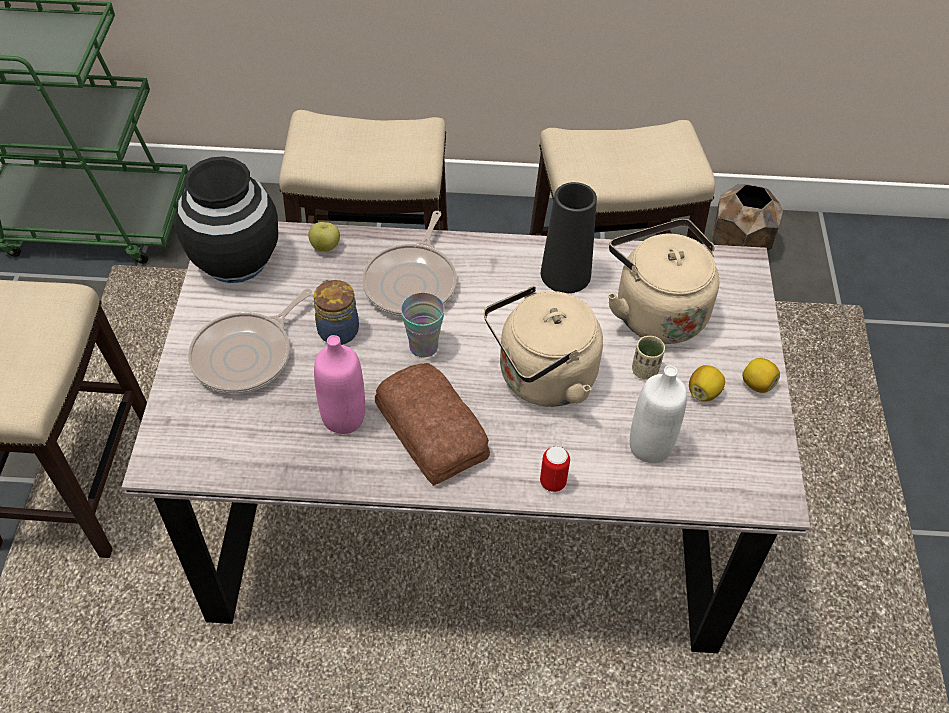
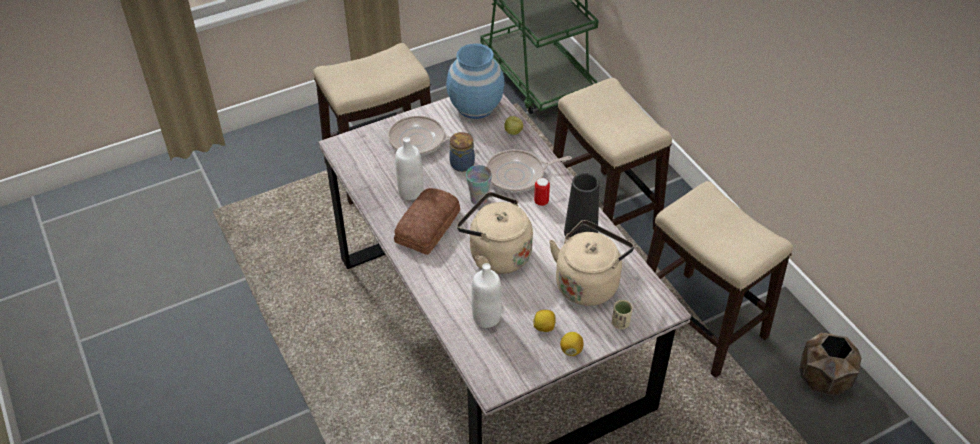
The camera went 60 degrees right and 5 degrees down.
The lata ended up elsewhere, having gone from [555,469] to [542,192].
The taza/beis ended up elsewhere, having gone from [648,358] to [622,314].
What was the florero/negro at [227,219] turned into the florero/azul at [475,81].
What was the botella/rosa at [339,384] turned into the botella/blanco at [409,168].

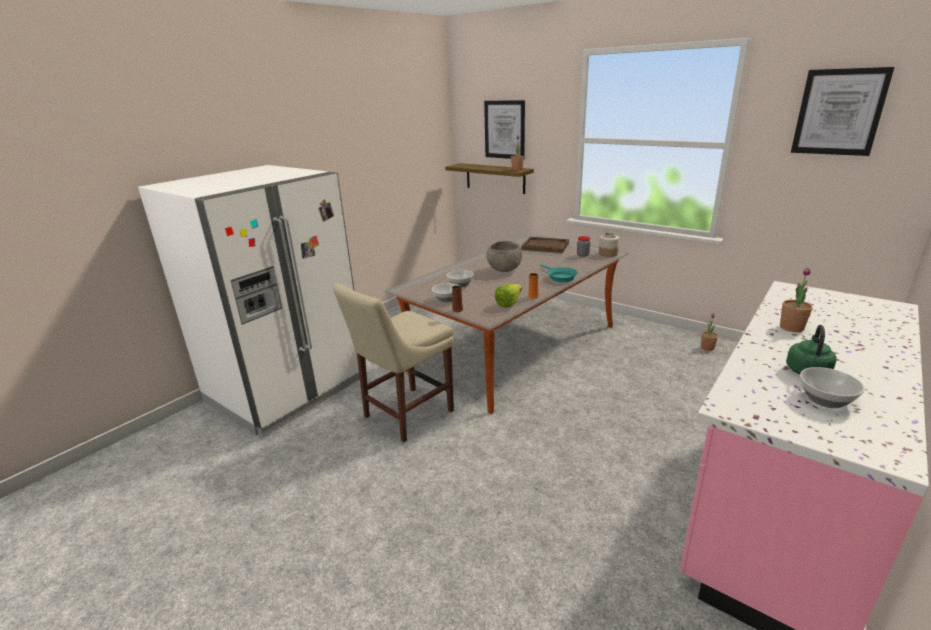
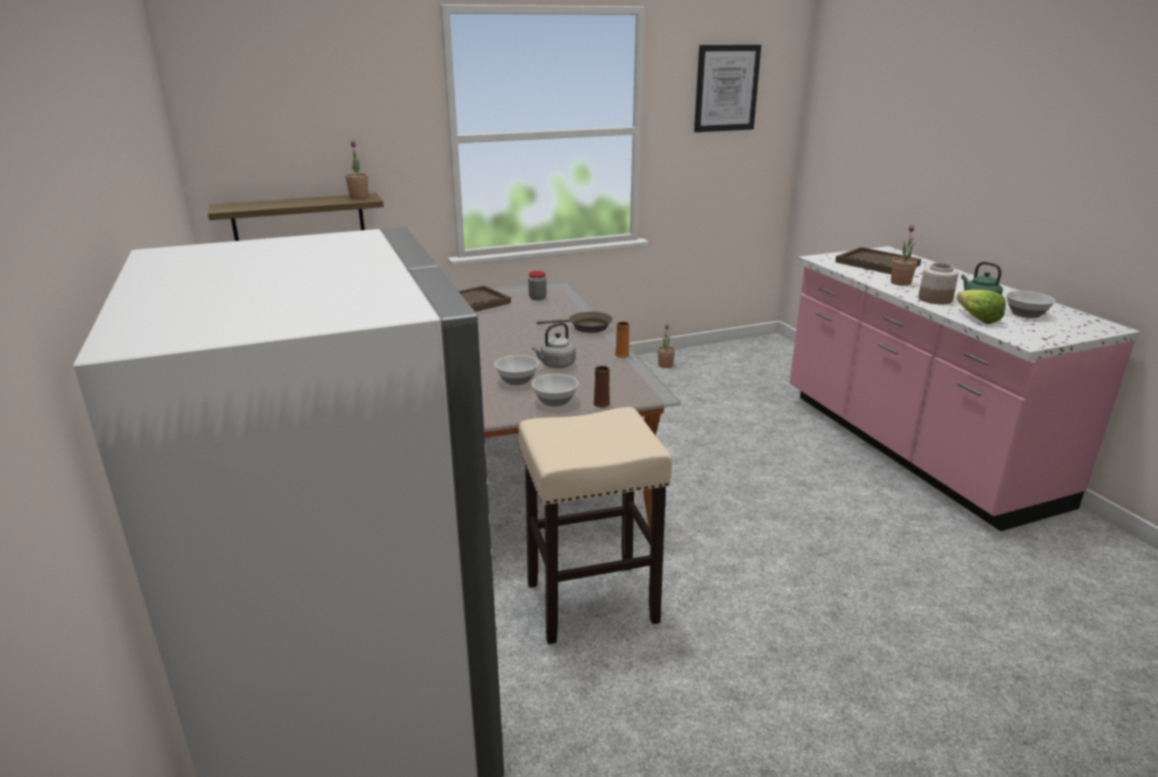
The camera went 60 degrees left and 0 degrees up.
The second view lost the cuadro at [504,129].
The second view lost the cuenco/gris at [504,256].
The second view gained the hervidor/gris at [554,345].
The second view gained the bandeja/marrón at [878,260].
The lechuga ended up elsewhere, having gone from [508,295] to [981,306].
The tarro ended up elsewhere, having gone from [609,245] to [938,283].
Where the silla/beis stood at [393,362], the taburete/beis came to stand at [595,525].
What was the sartén/turquesa at [559,273] turned into the sartén/marrón at [574,322].

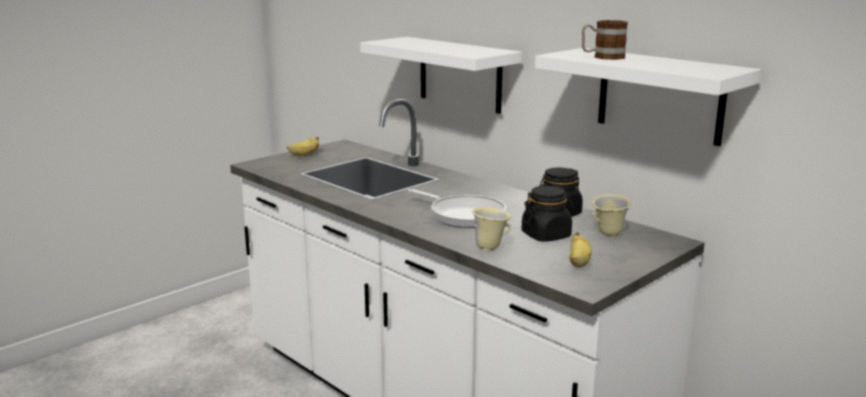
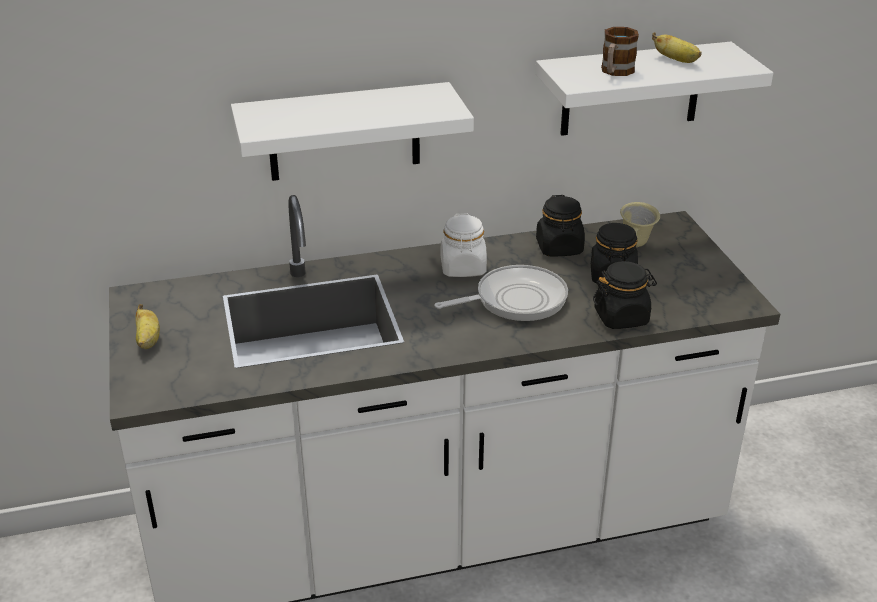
The camera went 60 degrees left and 15 degrees up.
The second view gained the tarro/blanco at [464,245].
The plátano ended up elsewhere, having gone from [580,250] to [677,47].
Where the taza grande/beis stood at [491,229], the tarro/negro came to stand at [625,295].

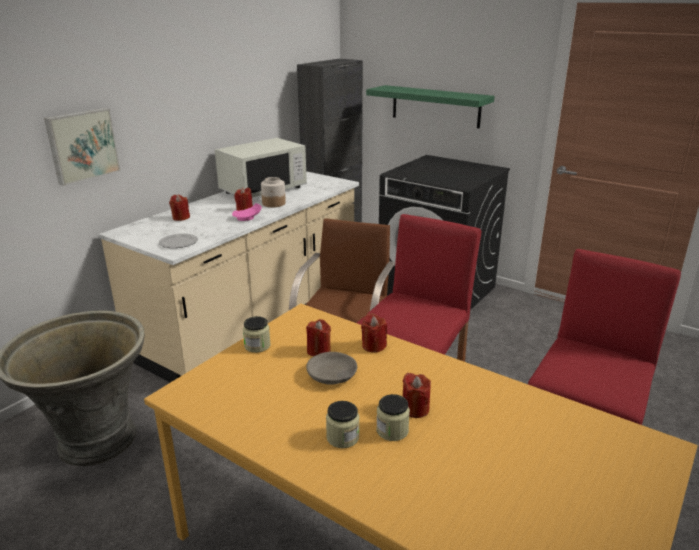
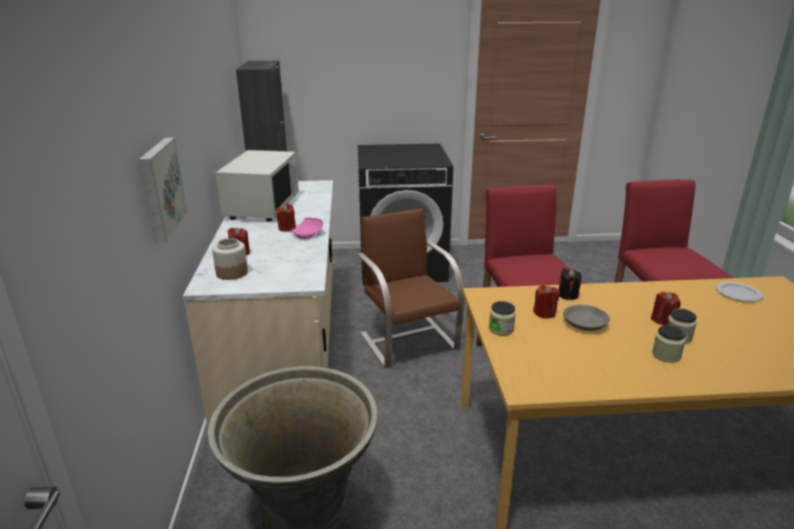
The camera went 40 degrees left and 0 degrees up.
The second view lost the estante/verde at [430,106].
The plato ended up elsewhere, having gone from [178,240] to [739,292].
The tarro ended up elsewhere, having gone from [273,192] to [230,259].
What was the vela/rojo at [374,333] turned into the vela/negro at [570,284].

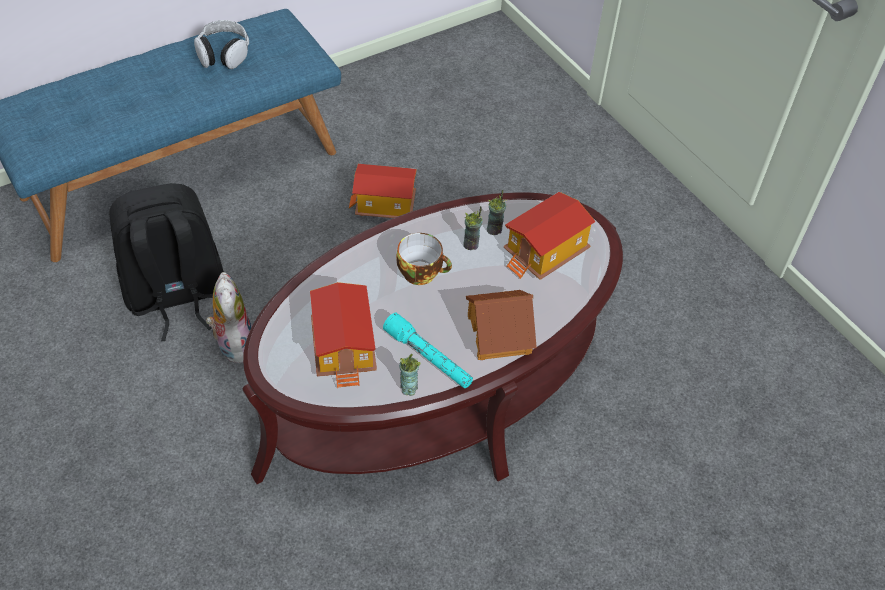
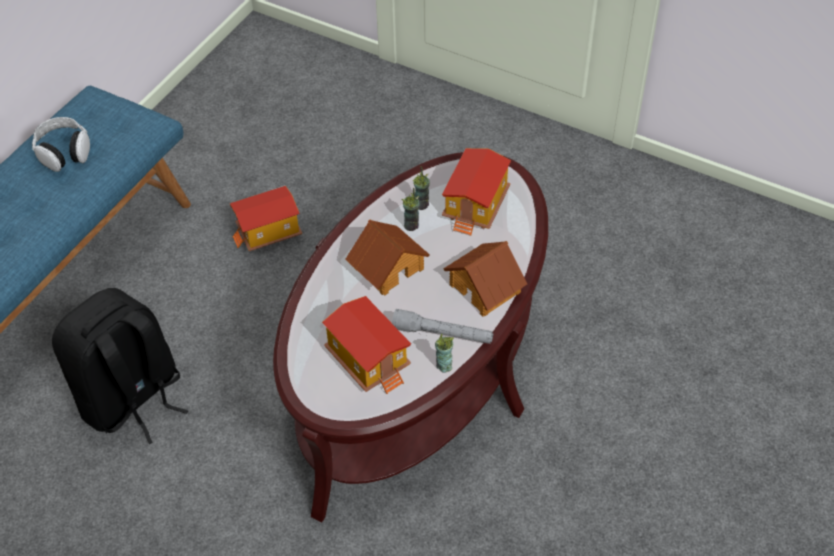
The camera went 25 degrees left and 0 degrees up.
The second view lost the peluche at [229,317].
Where the taza stood at [424,259], the casita came to stand at [387,257].
What was the linterna/turquesa at [428,350] turned into the linterna/gris at [442,326].

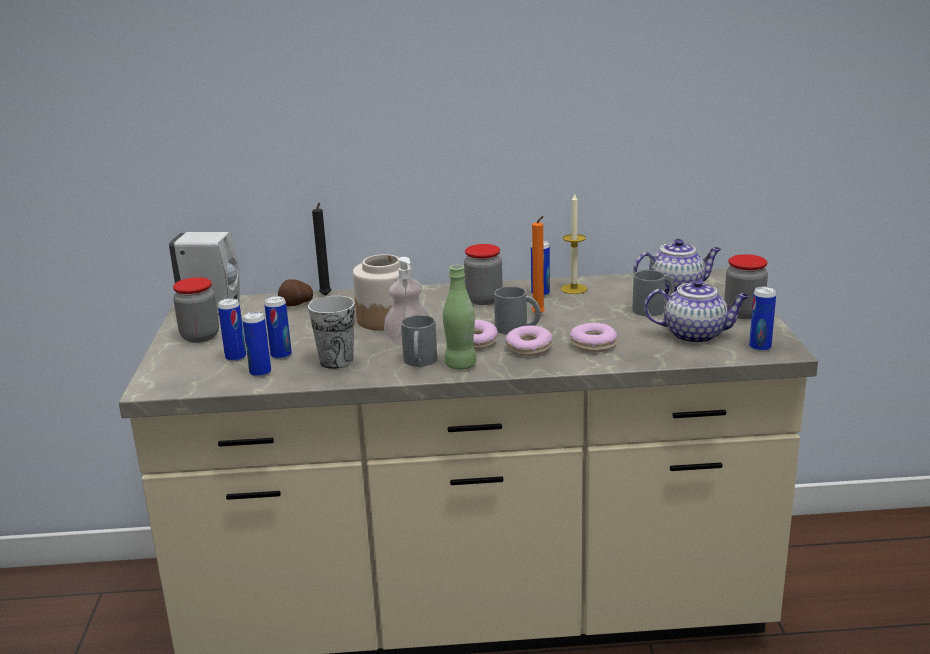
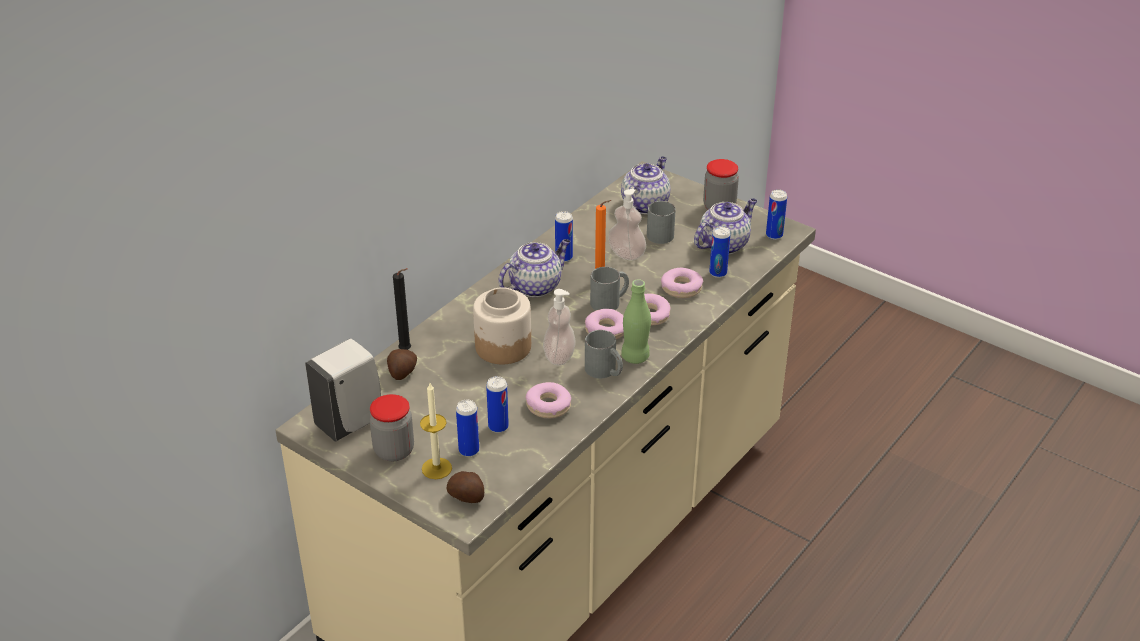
The camera went 50 degrees left and 15 degrees up.
The second view gained the patata at [465,487].
The second view gained the dispensador de jabón at [627,224].
The lata ended up elsewhere, having gone from [256,344] to [719,252].
The vela ended up elsewhere, having gone from [574,244] to [436,431].
Where the taza stood at [331,332], the rosquilla came to stand at [548,400].
Where the tarro stood at [483,274], the tetera came to stand at [534,268].

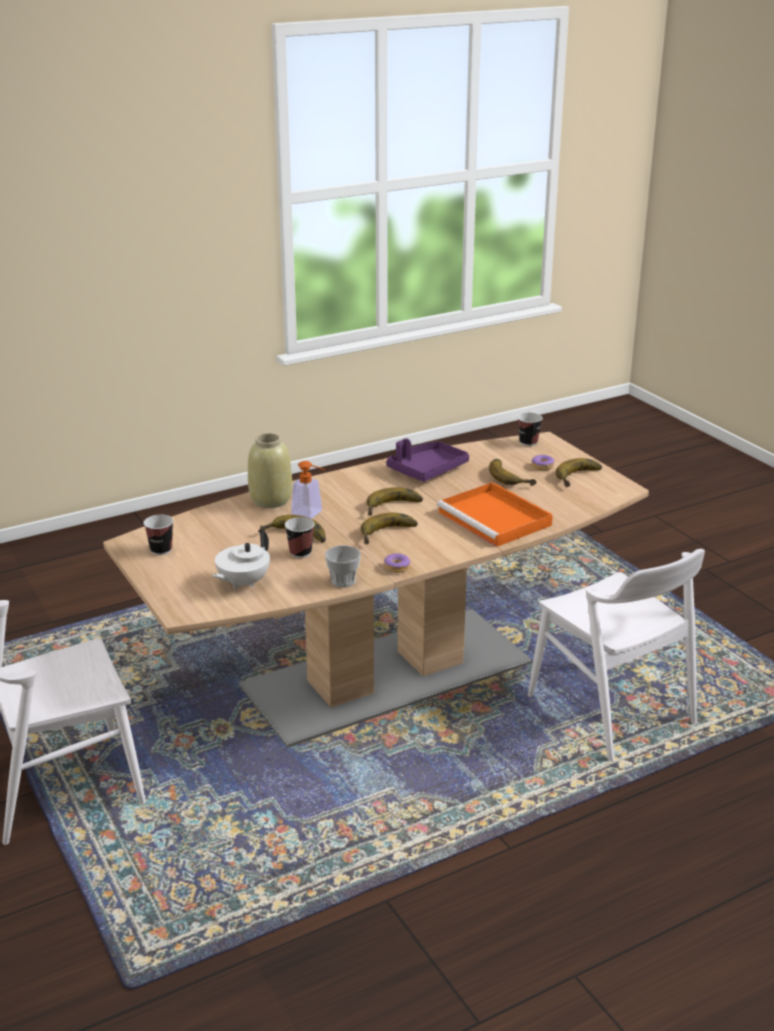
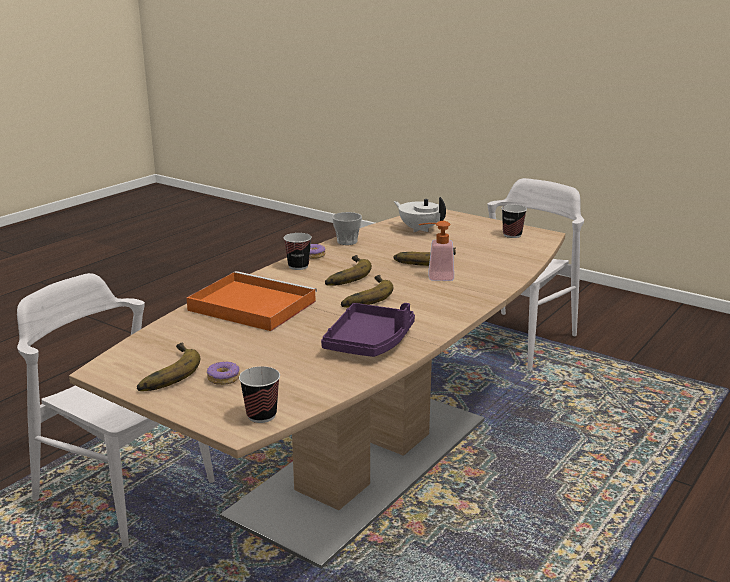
The camera went 155 degrees right and 5 degrees down.
The second view lost the florero/beis at [270,470].
The second view lost the plátano at [513,472].
The taza ended up elsewhere, having gone from [300,537] to [298,251].
The tetera/blanco at [241,559] ended up facing another way, 60 degrees counterclockwise from before.

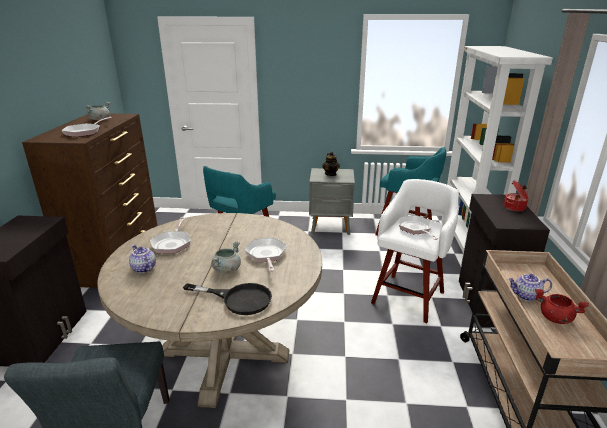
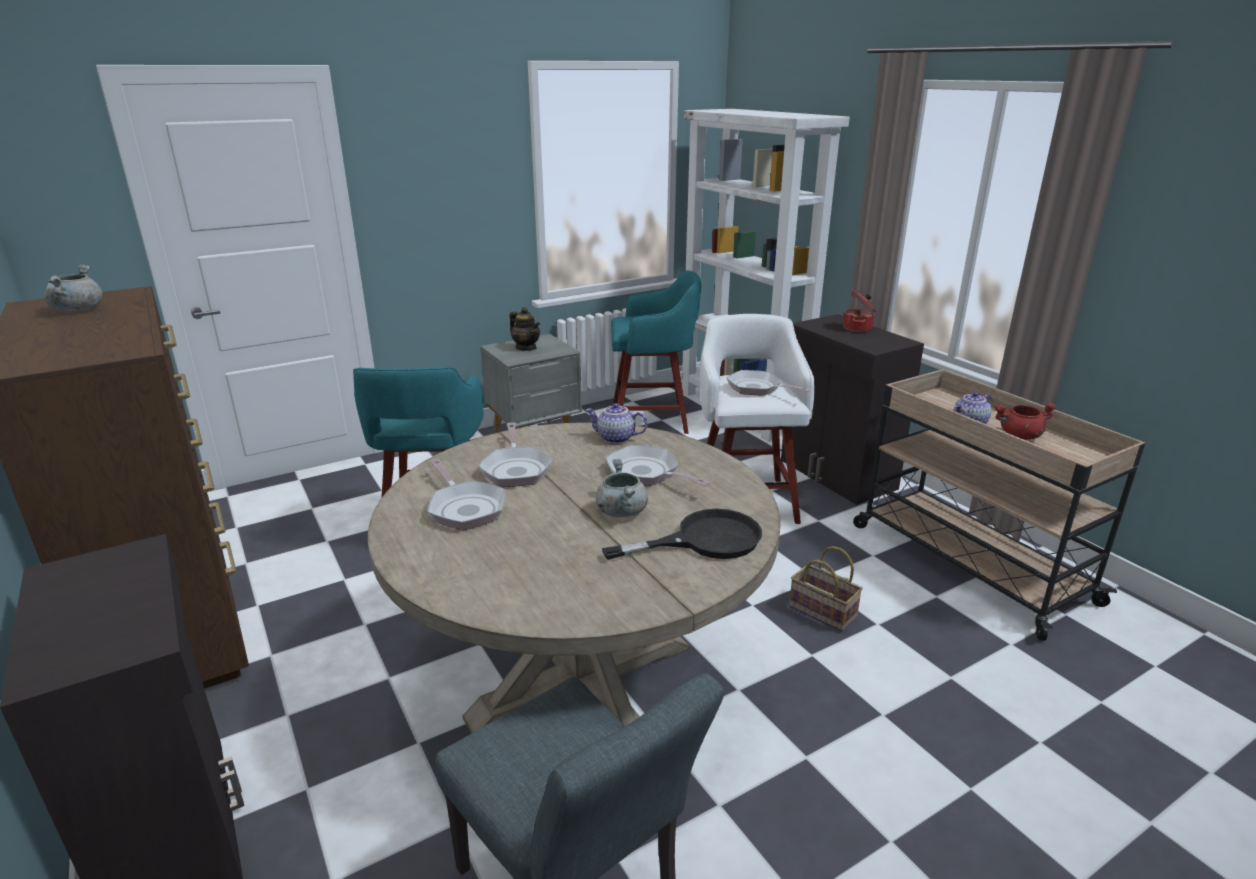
The camera went 35 degrees left and 0 degrees up.
The second view gained the cesta at [826,589].
The sartén ended up elsewhere, having gone from [87,127] to [516,454].
The tetera ended up elsewhere, having gone from [142,259] to [616,423].

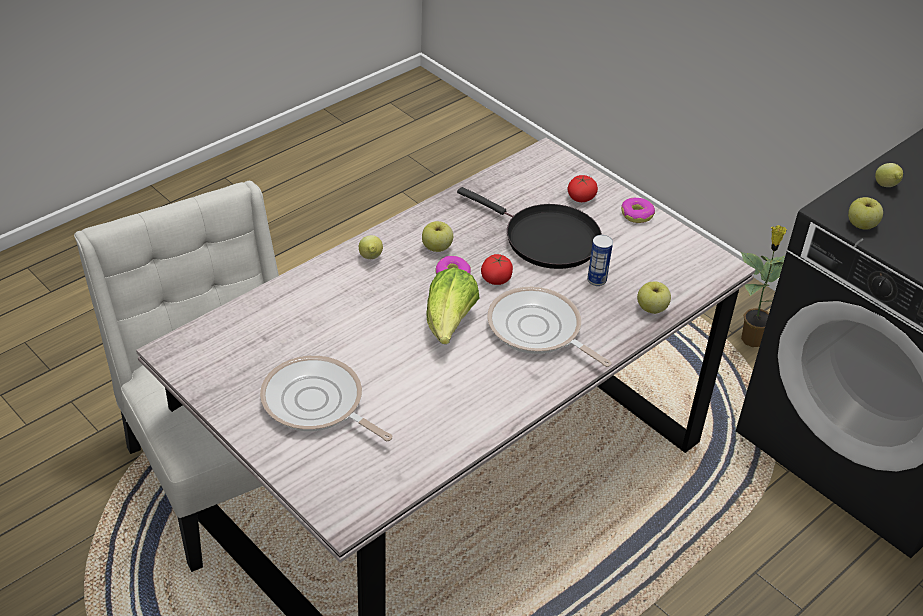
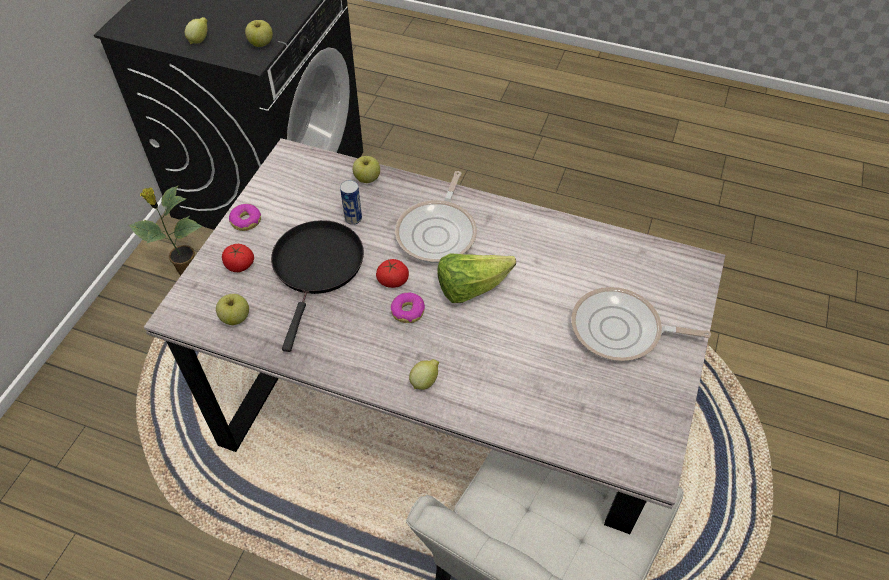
The camera went 115 degrees left and 10 degrees up.
The manzana ended up elsewhere, having gone from [437,236] to [232,309].
The sartén at [326,398] ended up facing another way, 90 degrees clockwise from before.

